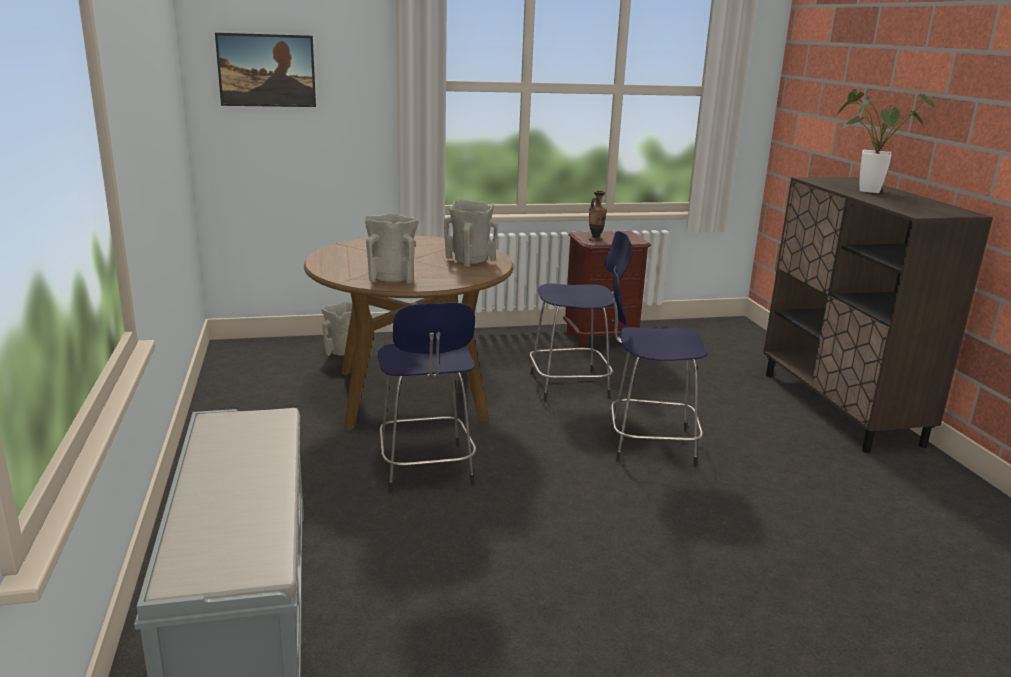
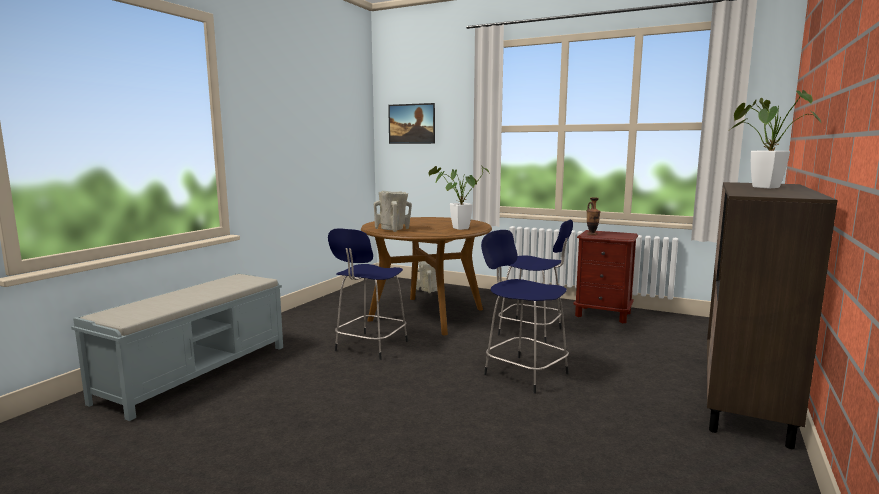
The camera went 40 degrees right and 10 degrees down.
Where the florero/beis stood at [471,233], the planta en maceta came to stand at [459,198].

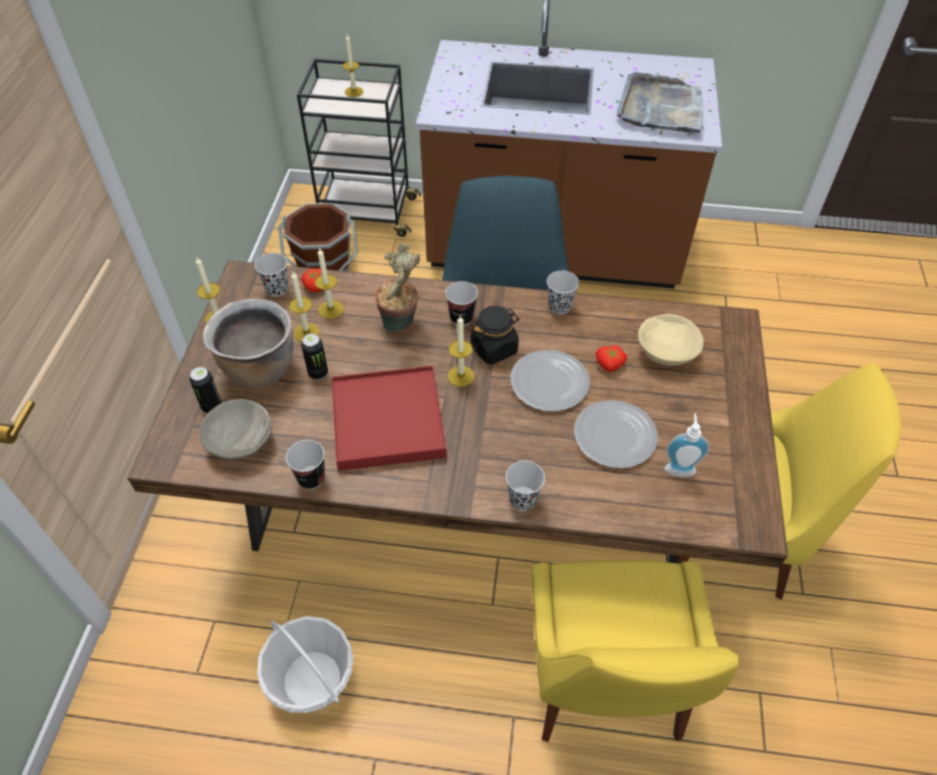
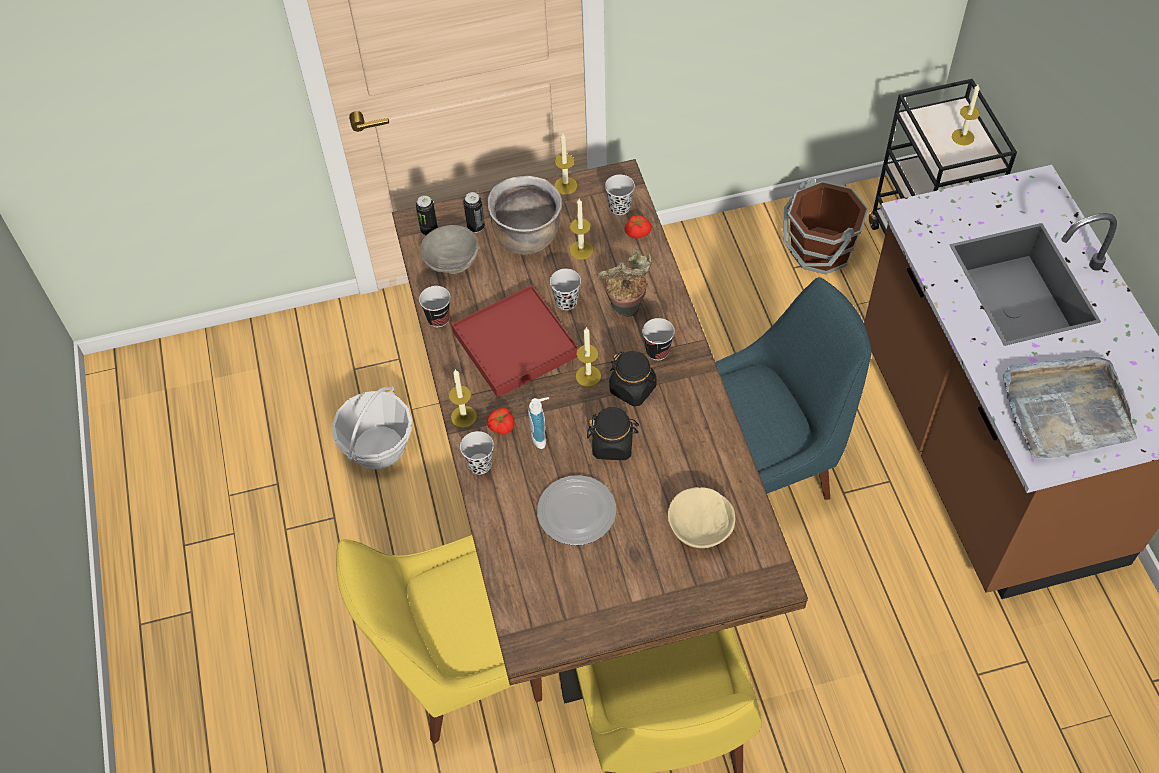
The camera went 70 degrees right and 5 degrees up.
The lata ended up elsewhere, having gone from [314,357] to [427,215].
The vela ended up elsewhere, having gone from [329,283] to [463,399].
The taza/negro ended up elsewhere, having gone from [563,293] to [565,289].
The tomate ended up elsewhere, having gone from [611,358] to [500,421].
The dispensador de jabón ended up elsewhere, having gone from [687,445] to [538,423].
Where the plato stood at [550,381], the tarro/negro came to stand at [613,433].

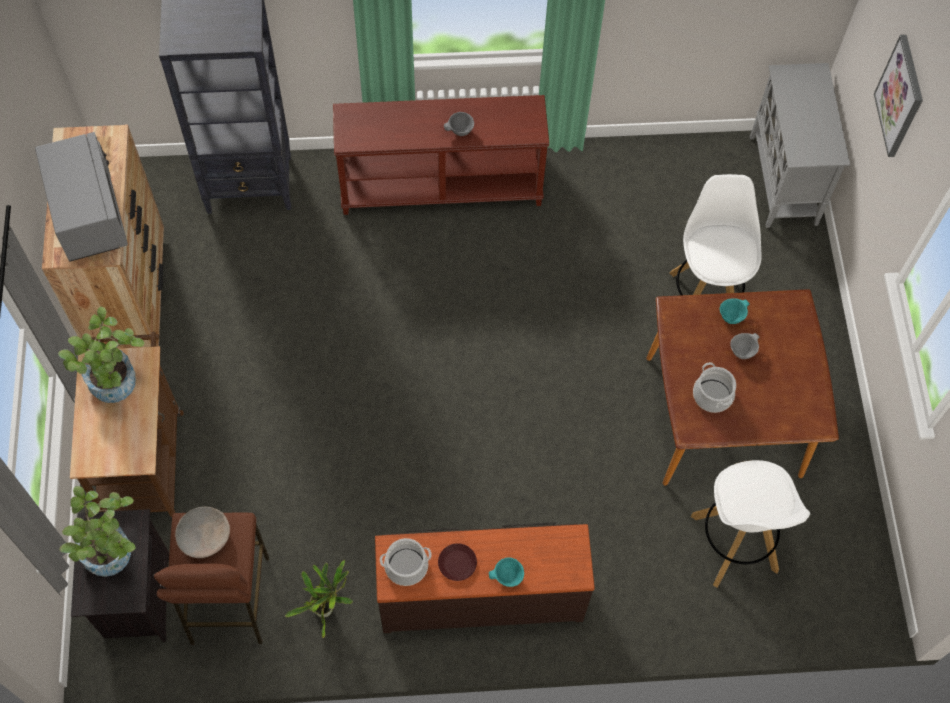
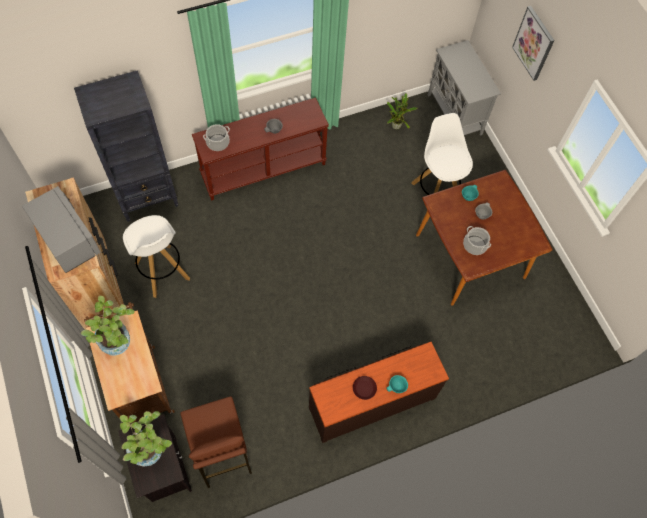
The camera went 20 degrees left and 0 degrees up.
The second view lost the cuenco/beis at [202,532].
The planta en maceta ended up elsewhere, having gone from [319,599] to [402,111].
The olla ended up elsewhere, having gone from [405,562] to [216,137].
The taburete/blanco ended up elsewhere, having gone from [750,524] to [156,256].

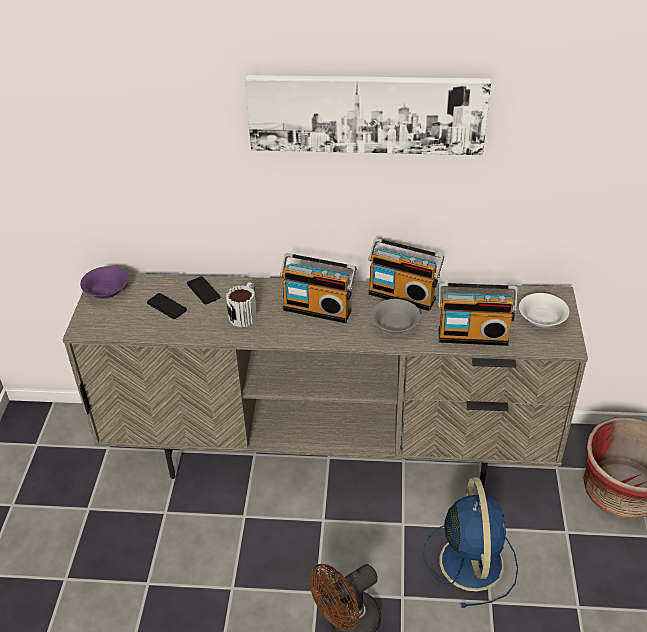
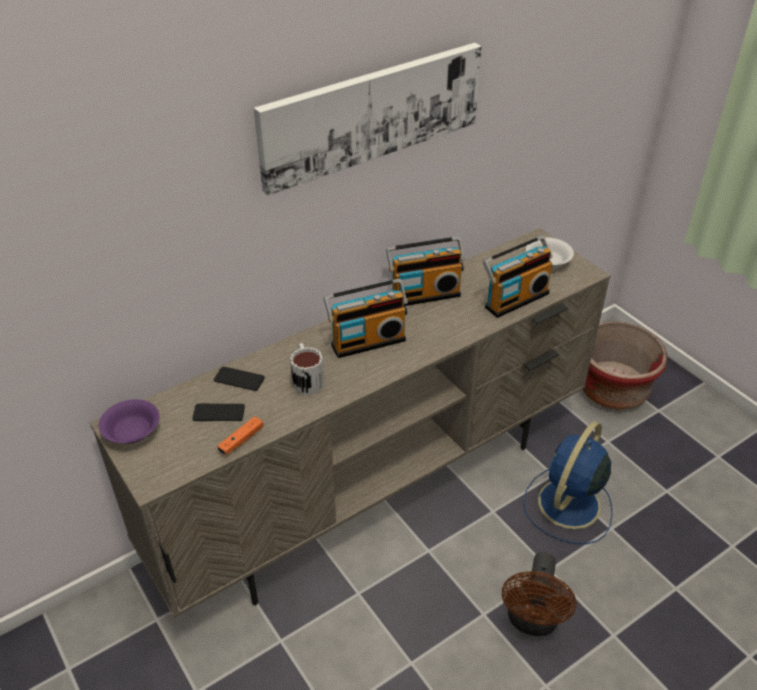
The camera went 40 degrees left and 0 degrees up.
The second view lost the cuenco/gris at [396,316].
The second view gained the mando de consola/naranja at [240,435].
The ventilador/azul at [470,542] ended up facing another way, 105 degrees counterclockwise from before.

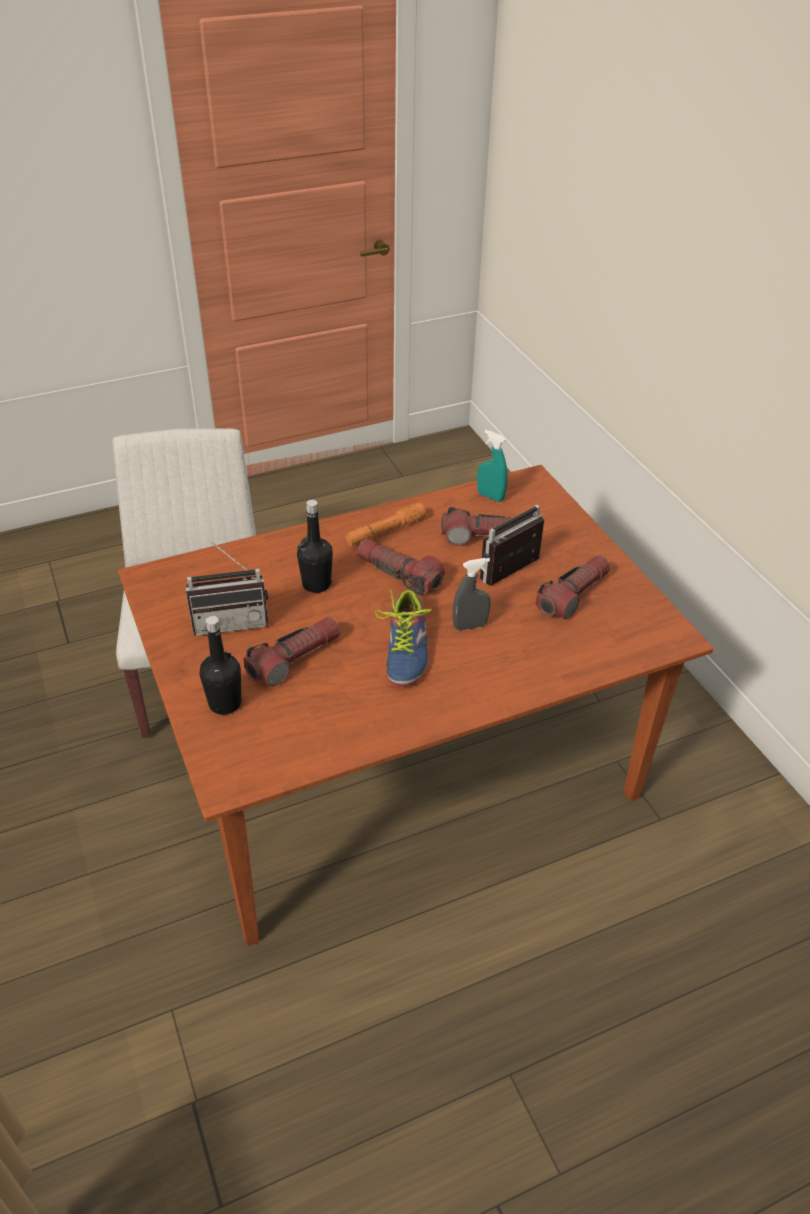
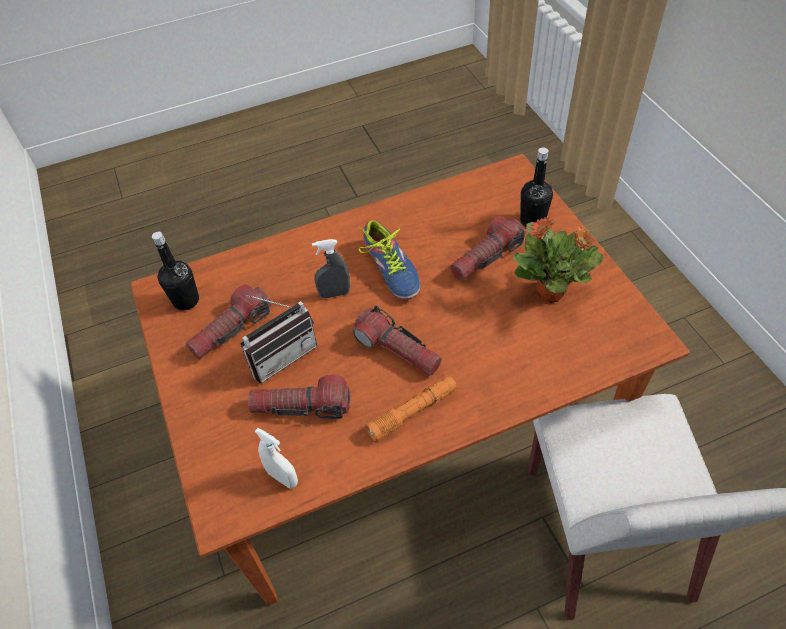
The camera went 175 degrees left and 10 degrees up.
The botella/negro ended up elsewhere, having gone from [315,546] to [175,270].
Where the radio stood at [227,588], the planta en maceta came to stand at [558,260].
What was the pulverizador/turquesa at [492,466] turned into the pulverizador/blanco at [276,458].
The zapato at [403,637] ended up facing another way, 150 degrees clockwise from before.

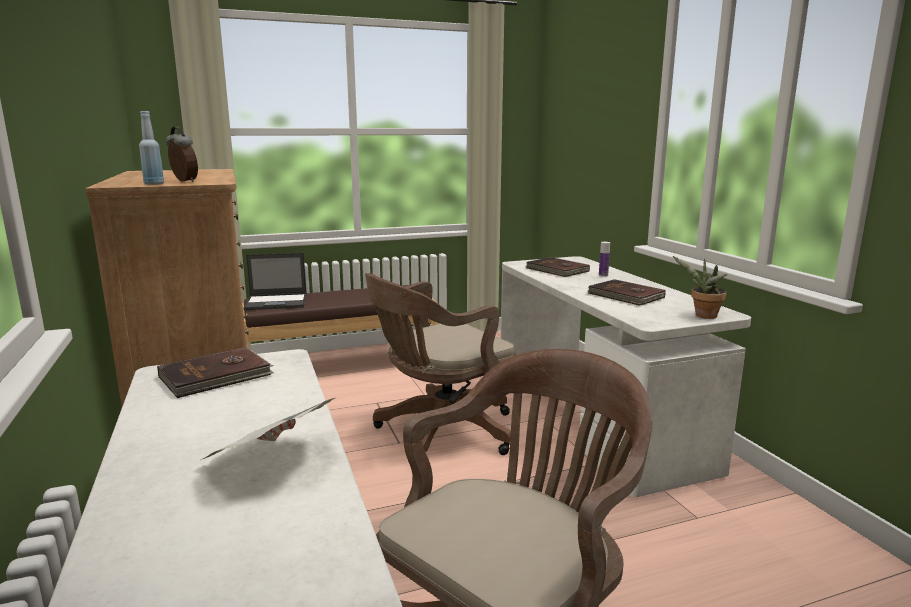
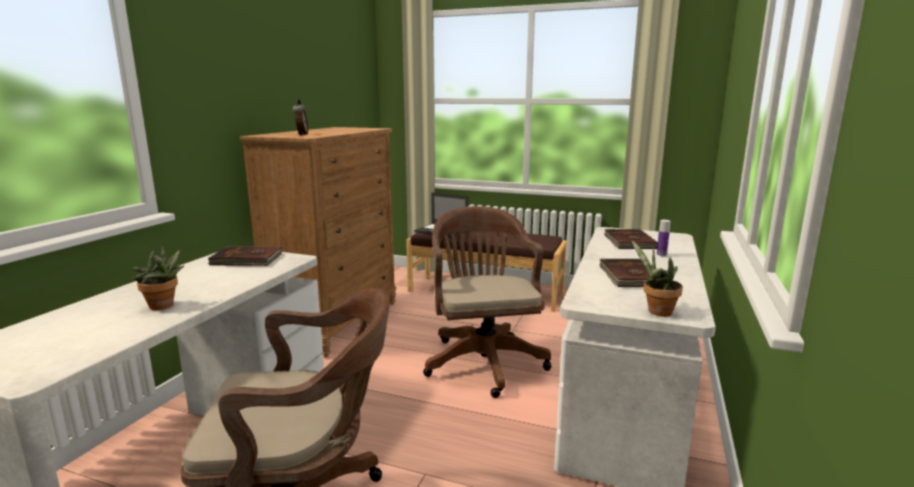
The camera went 40 degrees right and 0 degrees up.
The second view lost the botella/azul at [151,148].
Where the periódico stood at [268,429], the planta en maceta came to stand at [158,277].
The silla de oficina/marrón at [441,364] ended up facing another way, 75 degrees clockwise from before.

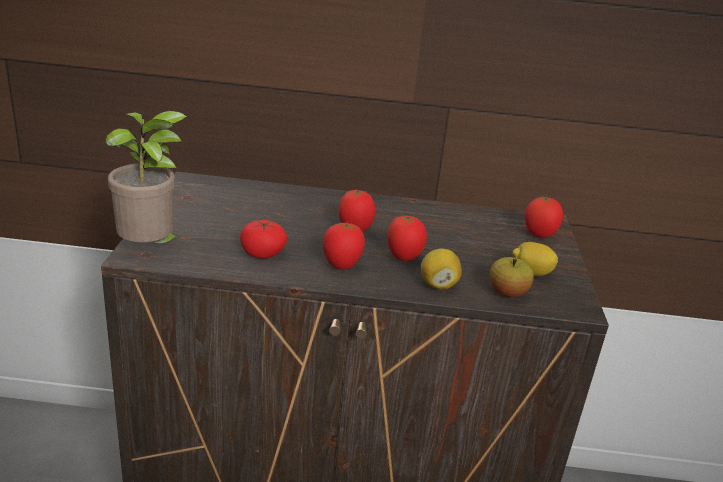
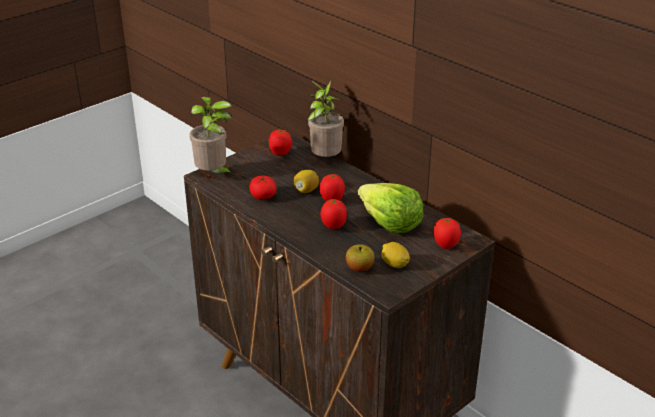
The camera went 45 degrees right and 5 degrees up.
The second view gained the planta en maceta at [325,118].
The second view gained the lechuga at [391,208].
The tomate ended up elsewhere, having gone from [344,246] to [280,143].
The limón ended up elsewhere, having gone from [441,269] to [306,181].

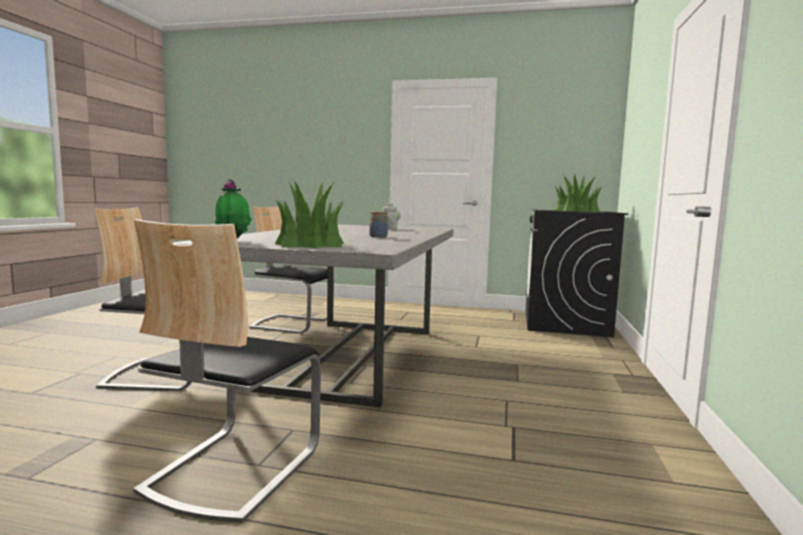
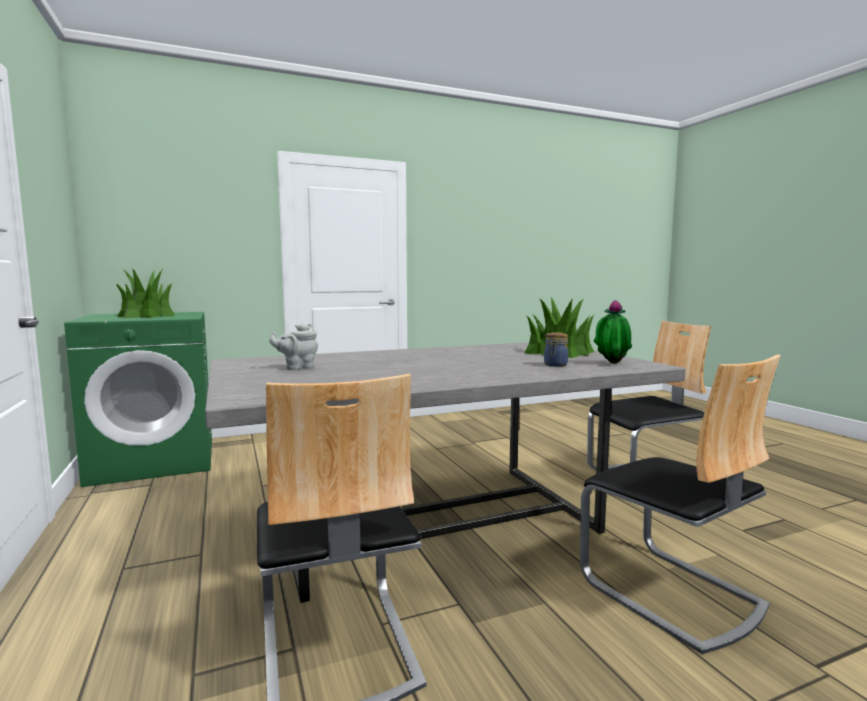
The camera went 125 degrees left and 0 degrees up.
The tarro ended up elsewhere, having gone from [378,224] to [556,349].
What was the lavadora/negro at [577,273] turned into the lavadora/verde at [138,399].

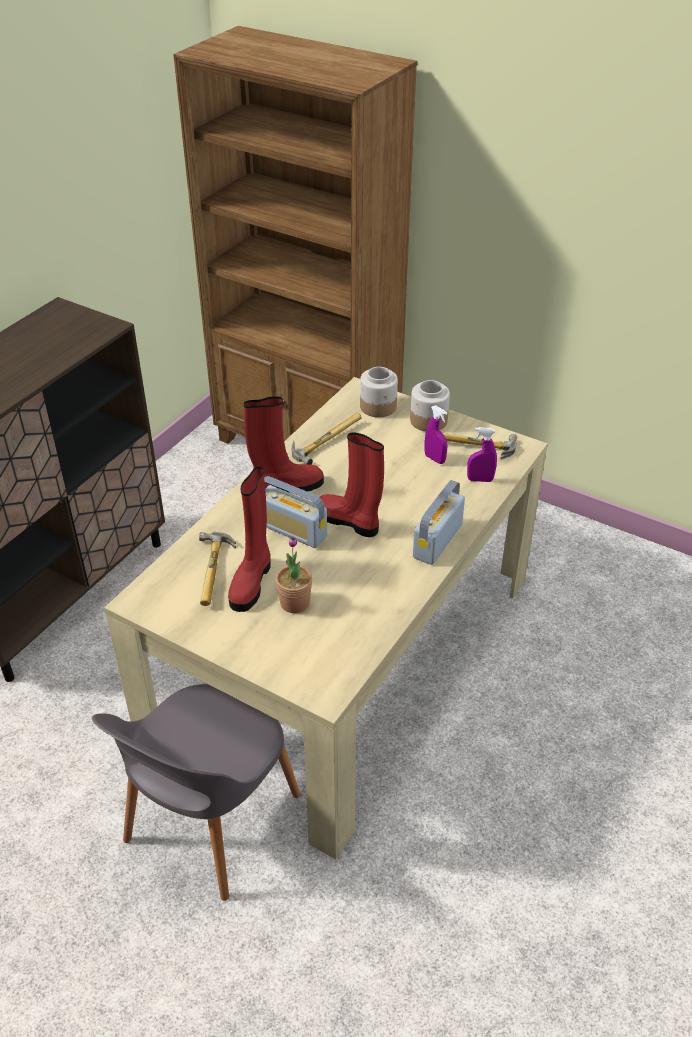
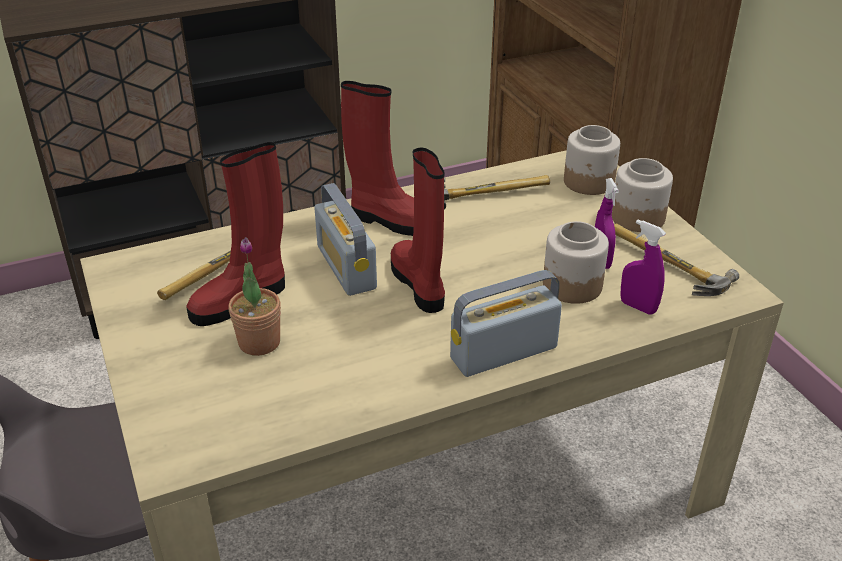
The camera went 35 degrees right and 5 degrees down.
The second view gained the tarro at [576,262].

